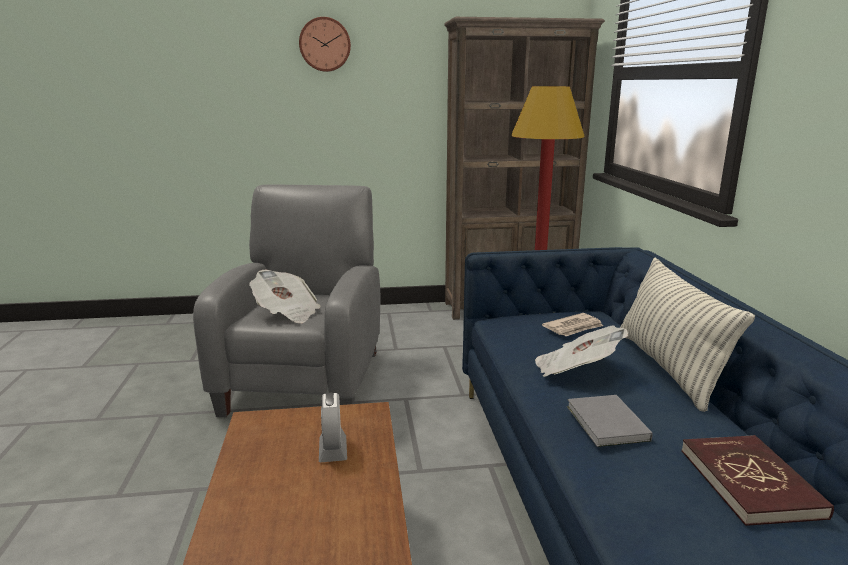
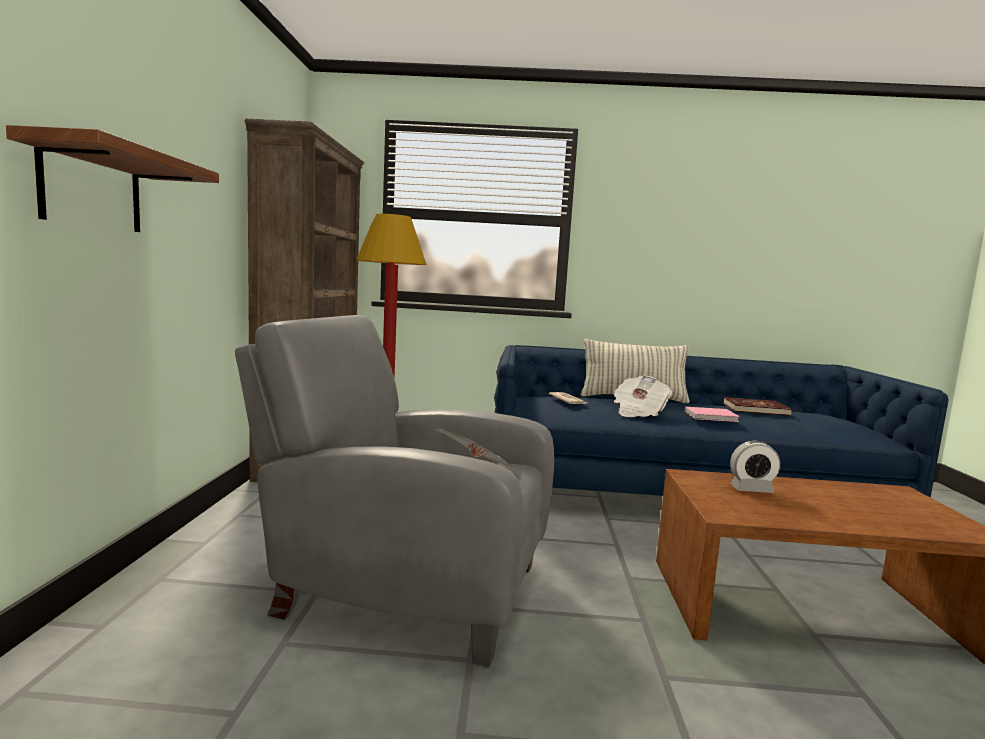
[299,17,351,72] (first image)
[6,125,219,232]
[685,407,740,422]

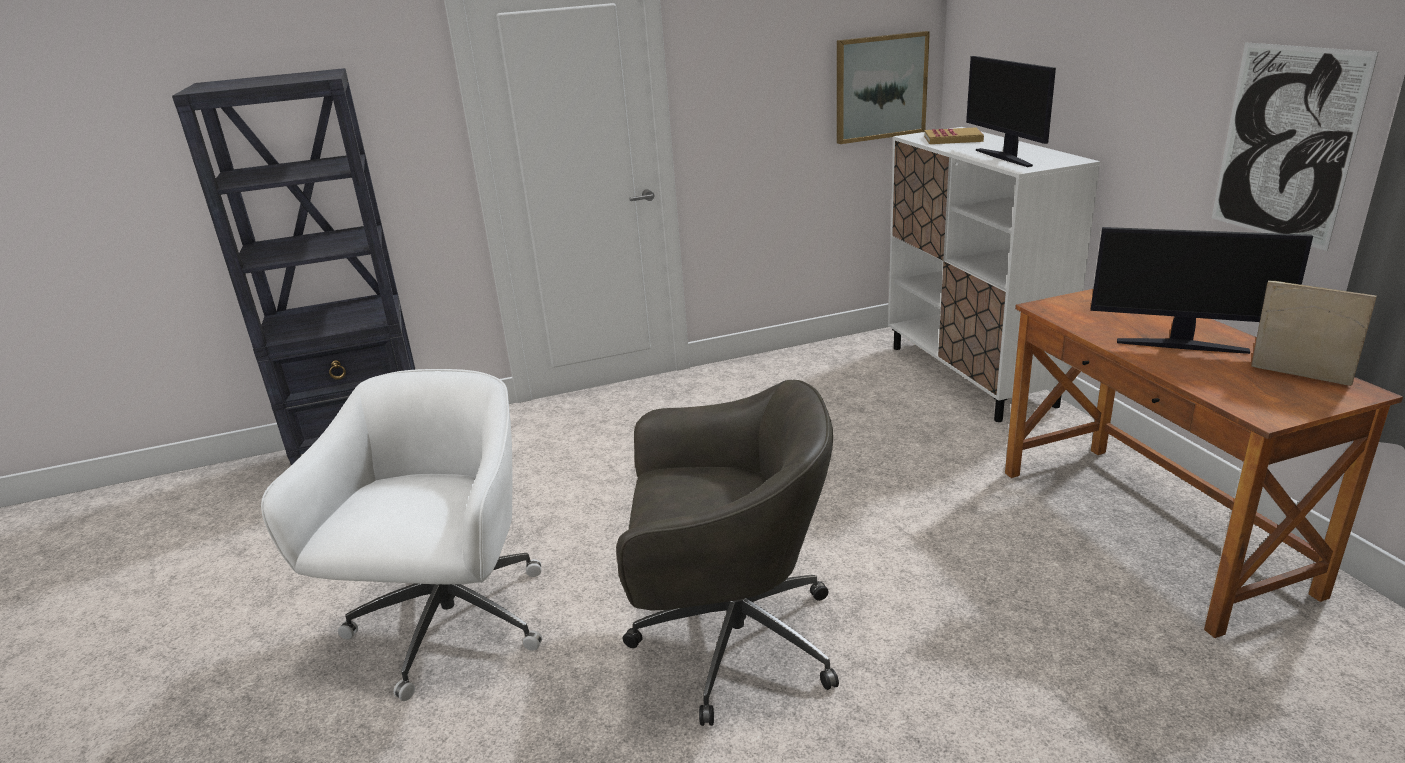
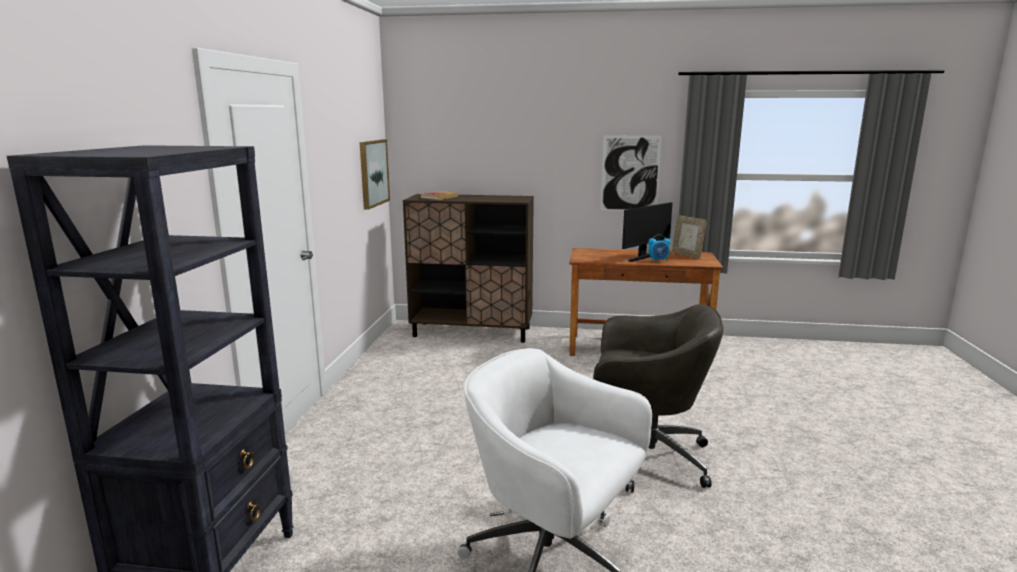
[966,56,1056,167] (first image)
[648,234,671,262]
[403,194,534,343]
[593,304,724,493]
[672,215,707,259]

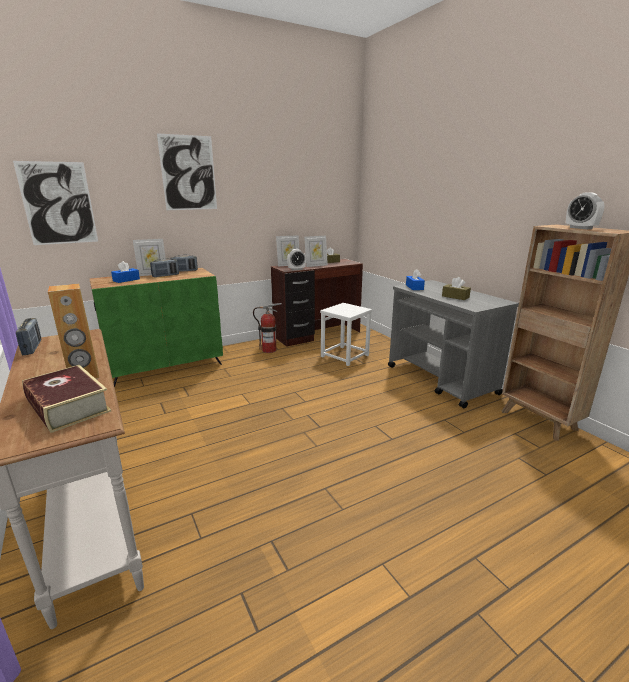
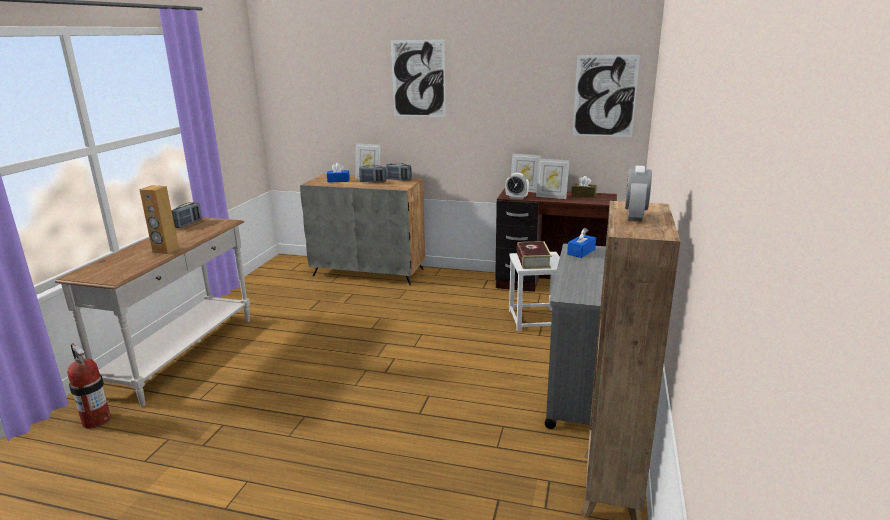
[442,277,471,300] (first image)
[573,55,640,137]
[517,241,552,269]
[67,343,111,429]
[300,174,426,285]

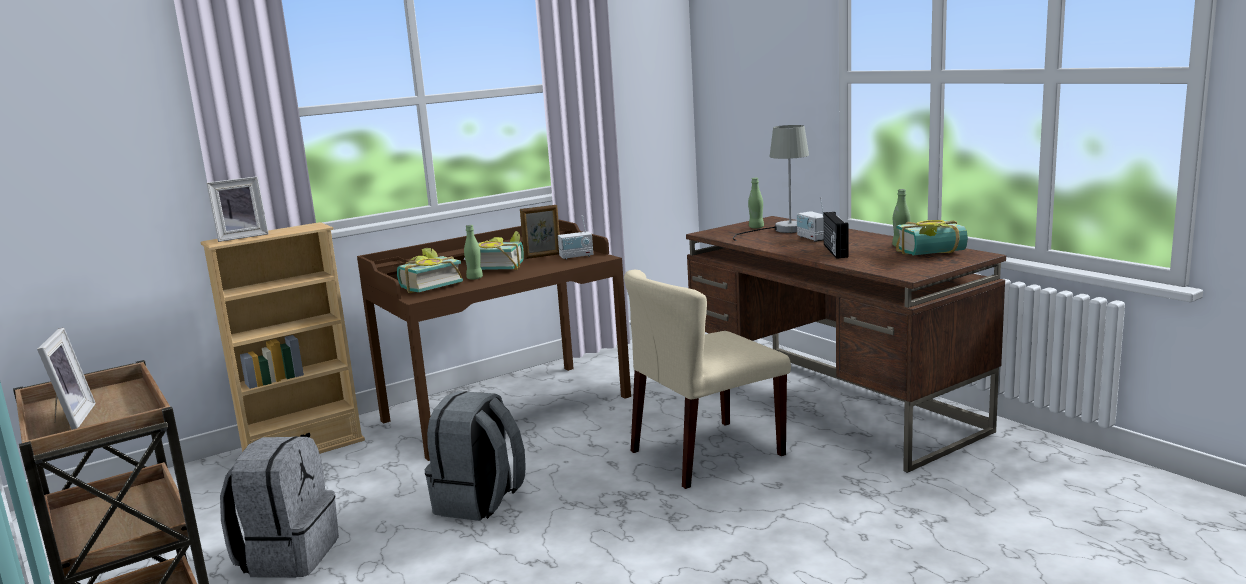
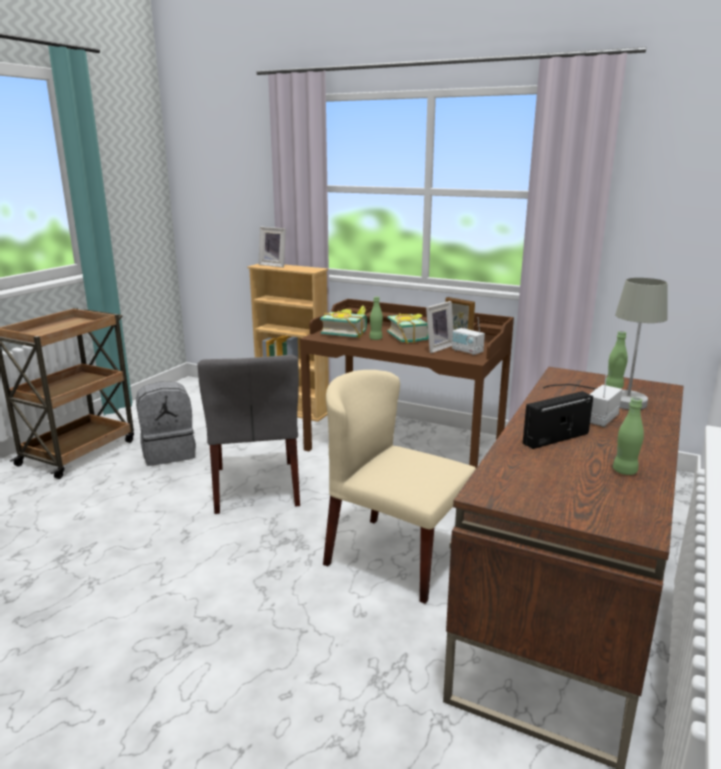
[896,220,968,255] (first image)
[426,301,454,353]
[197,355,300,514]

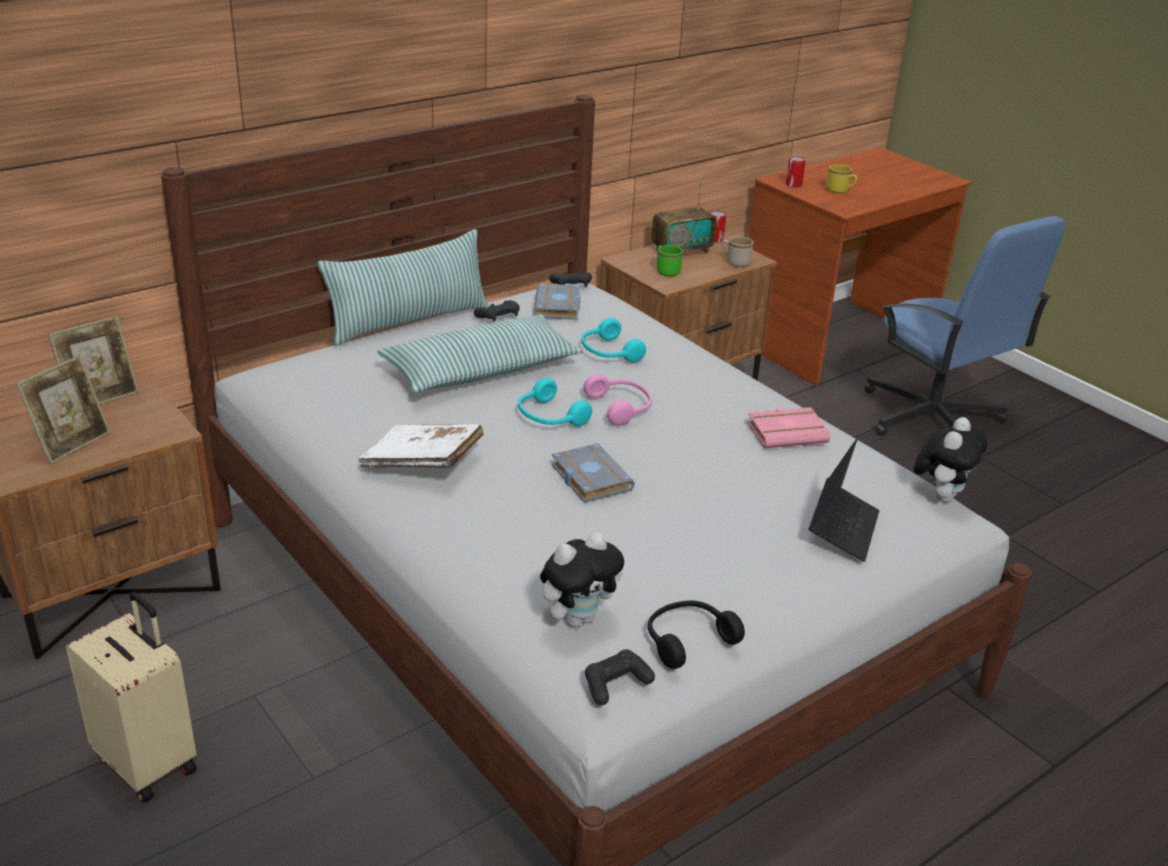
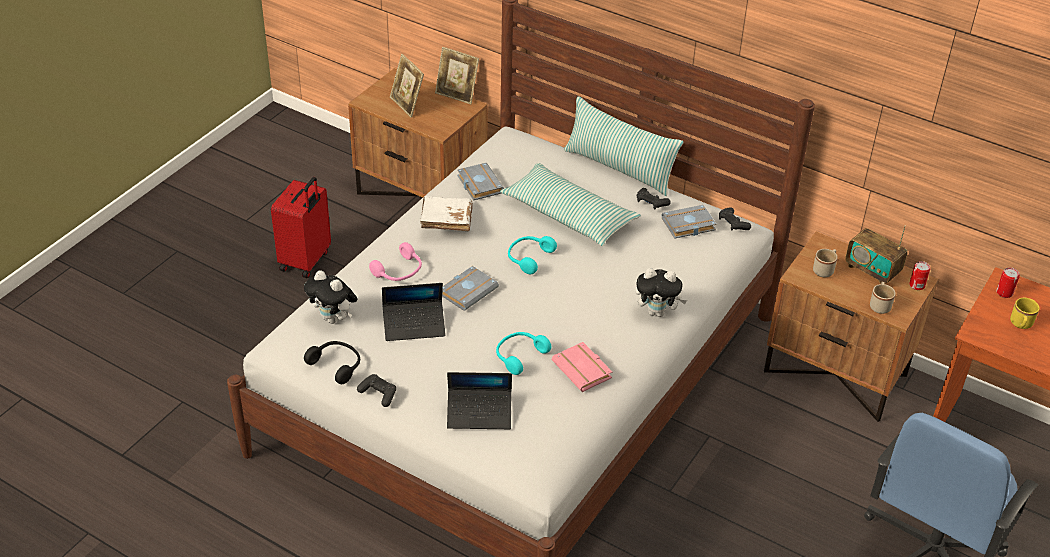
[382,283,446,341]
[457,163,504,201]
[496,332,551,375]
[369,242,422,281]
[357,374,396,407]
[635,268,687,317]
[271,177,331,278]
[813,249,838,277]
[390,54,424,117]

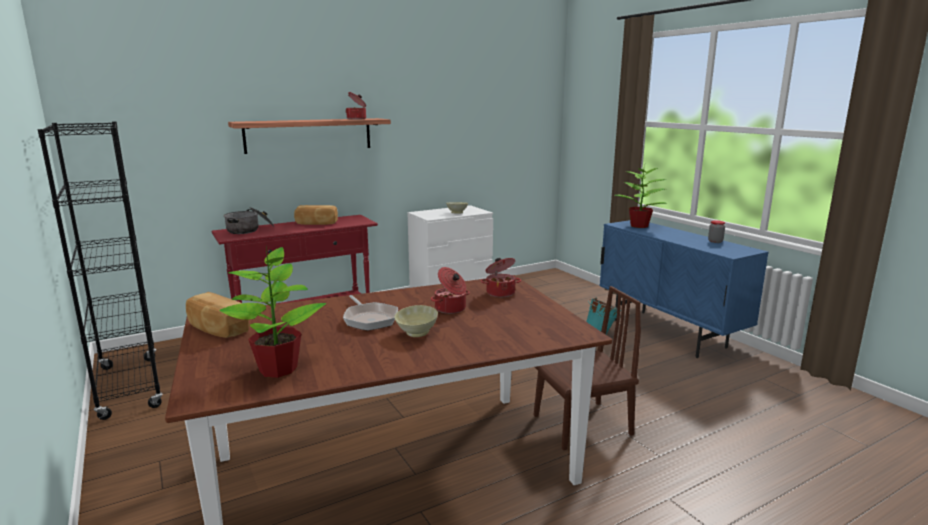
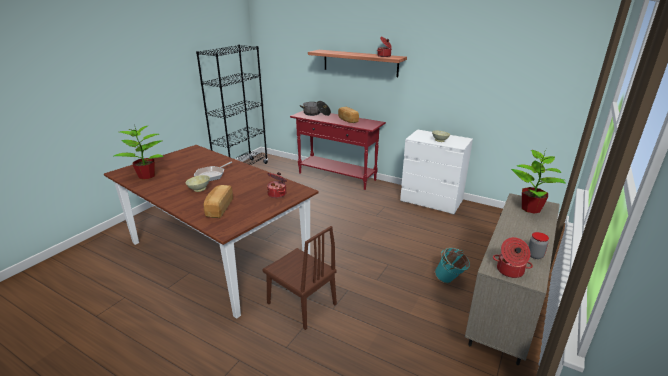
[203,185,233,218]
[493,237,533,278]
[465,193,560,365]

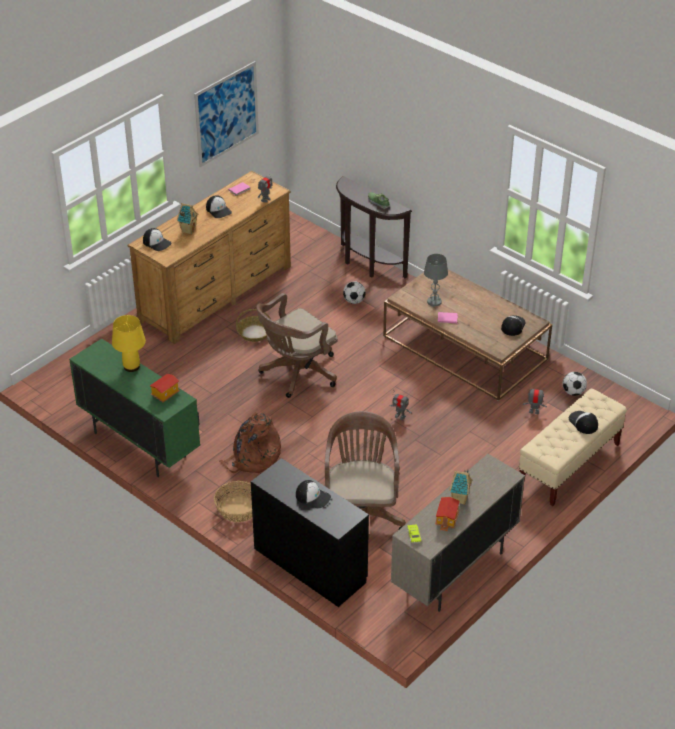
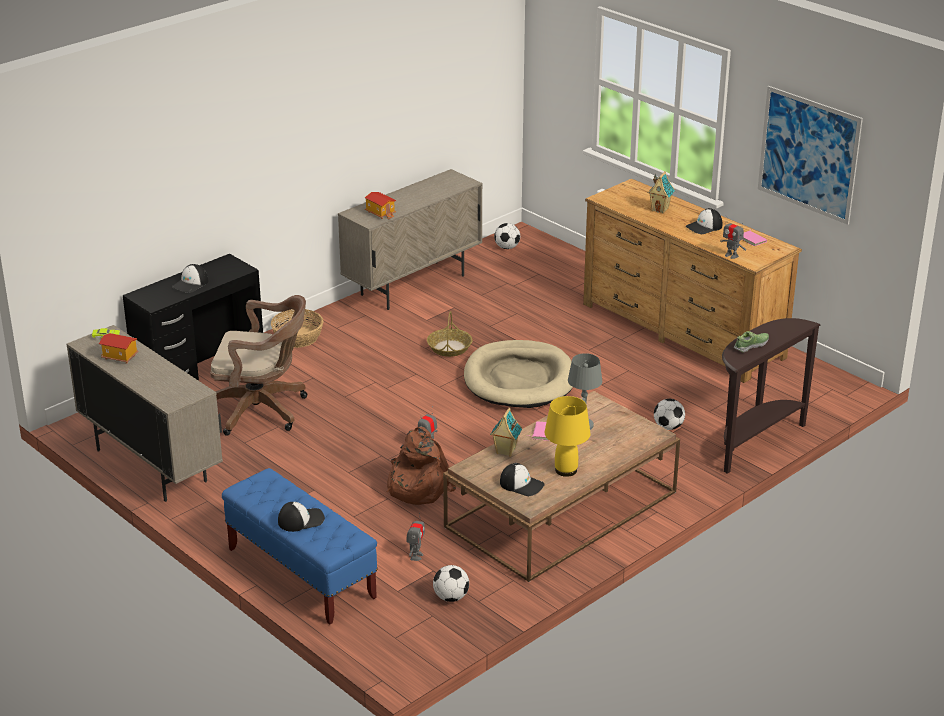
[143,228,172,251] (first image)
[494,223,520,249]
[545,396,590,477]
[387,427,456,505]
[427,311,473,357]
[490,407,522,457]
[464,340,573,408]
[338,169,483,310]
[222,468,378,625]

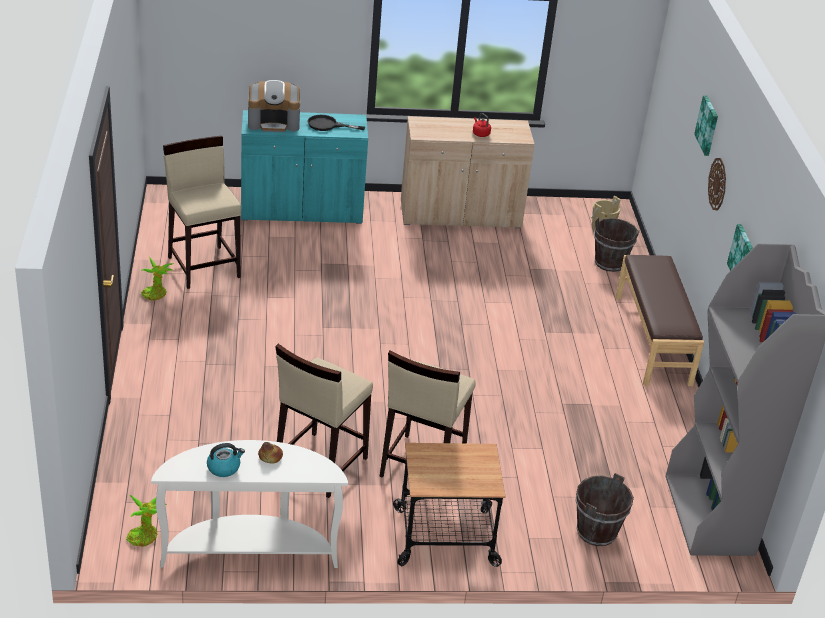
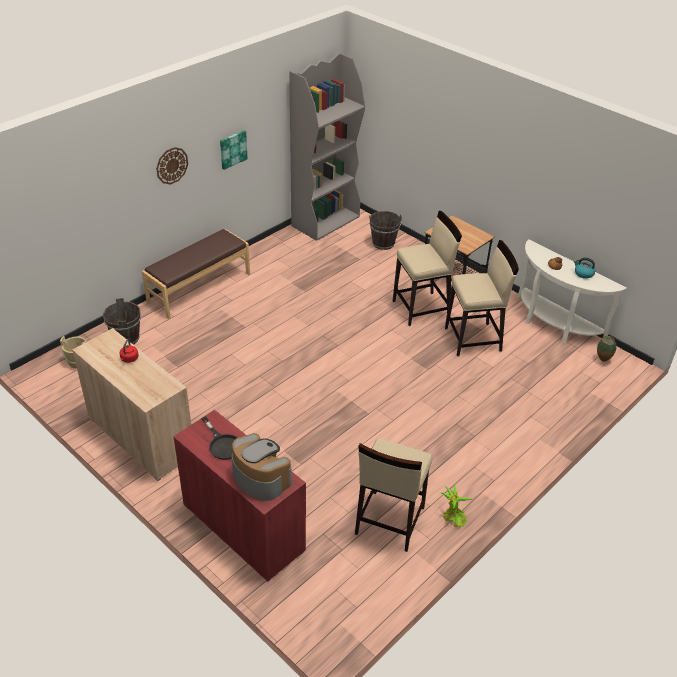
[694,95,718,156] (first image)
[597,336,617,362]
[173,410,306,582]

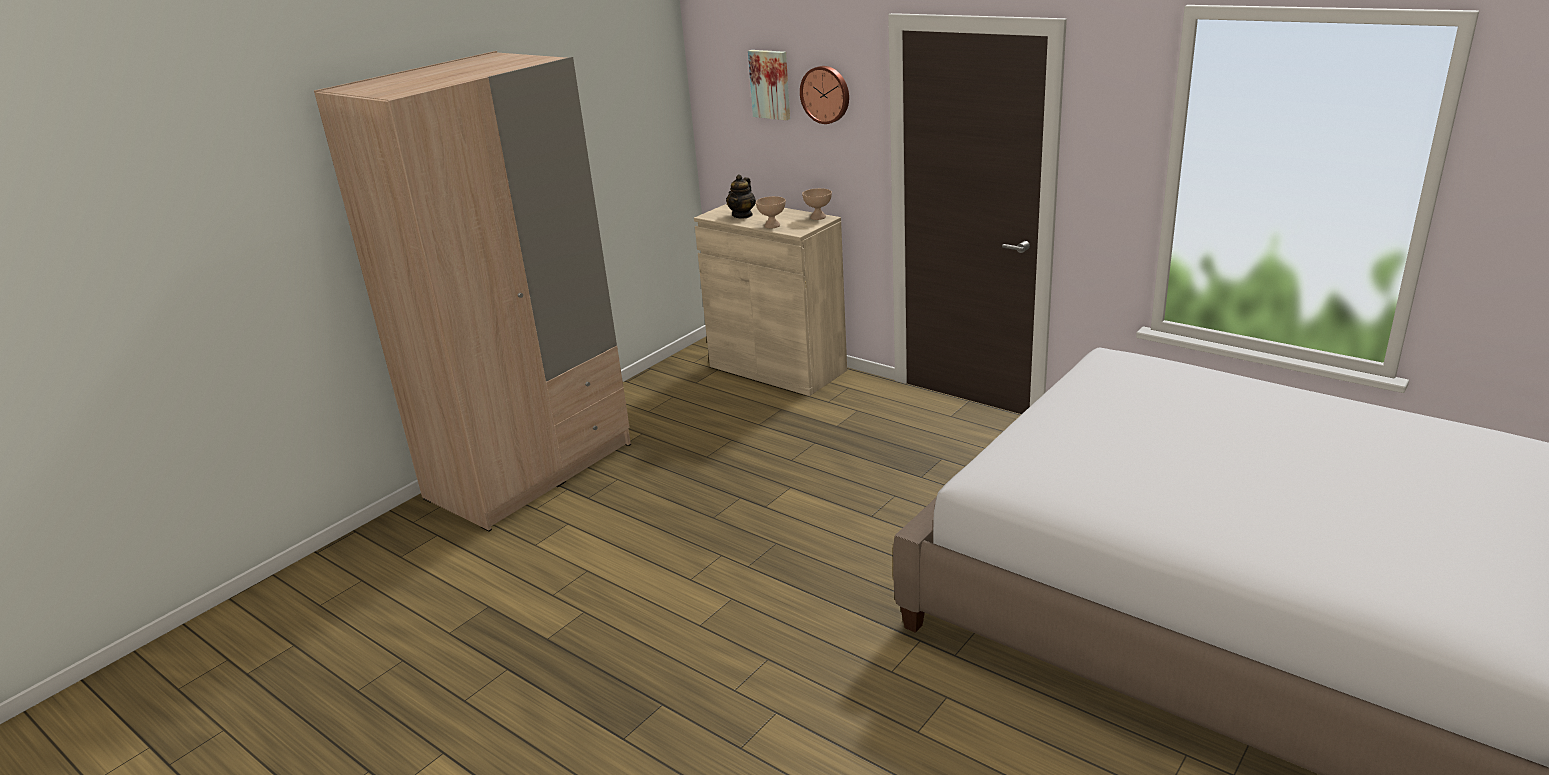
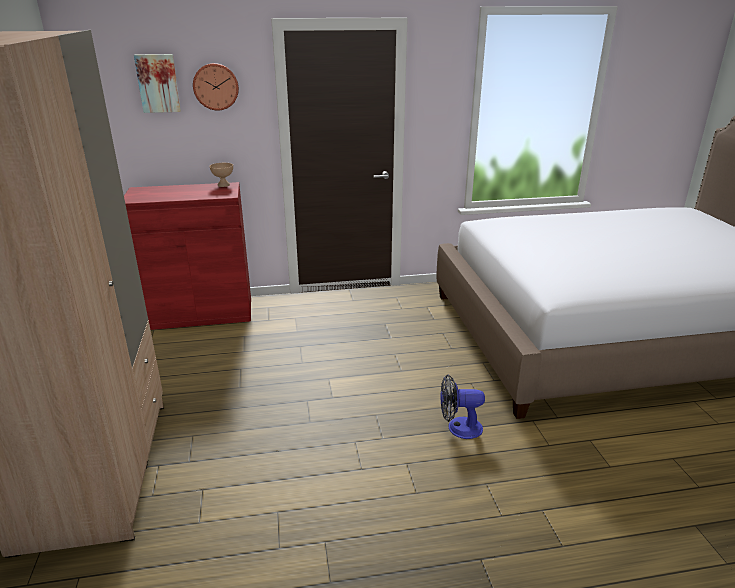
[726,174,756,219] (first image)
[756,196,786,228] (first image)
[440,374,485,439]
[124,182,251,330]

